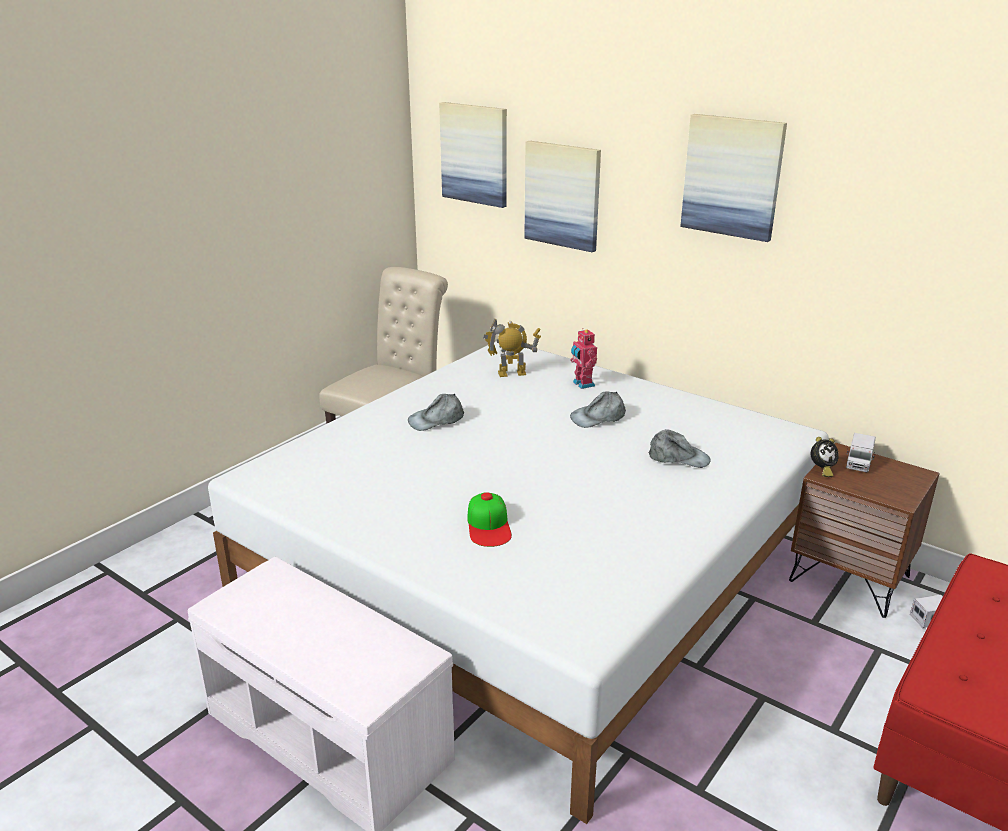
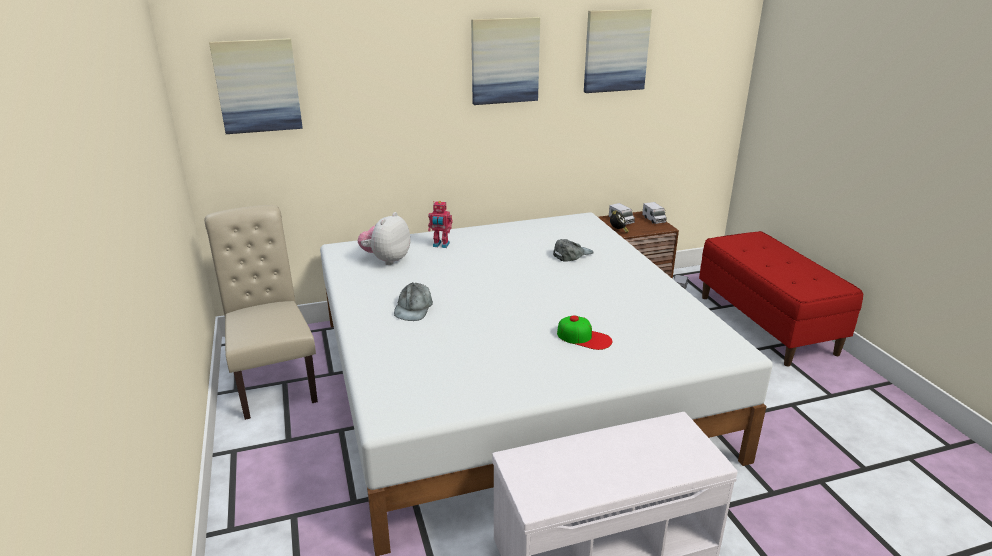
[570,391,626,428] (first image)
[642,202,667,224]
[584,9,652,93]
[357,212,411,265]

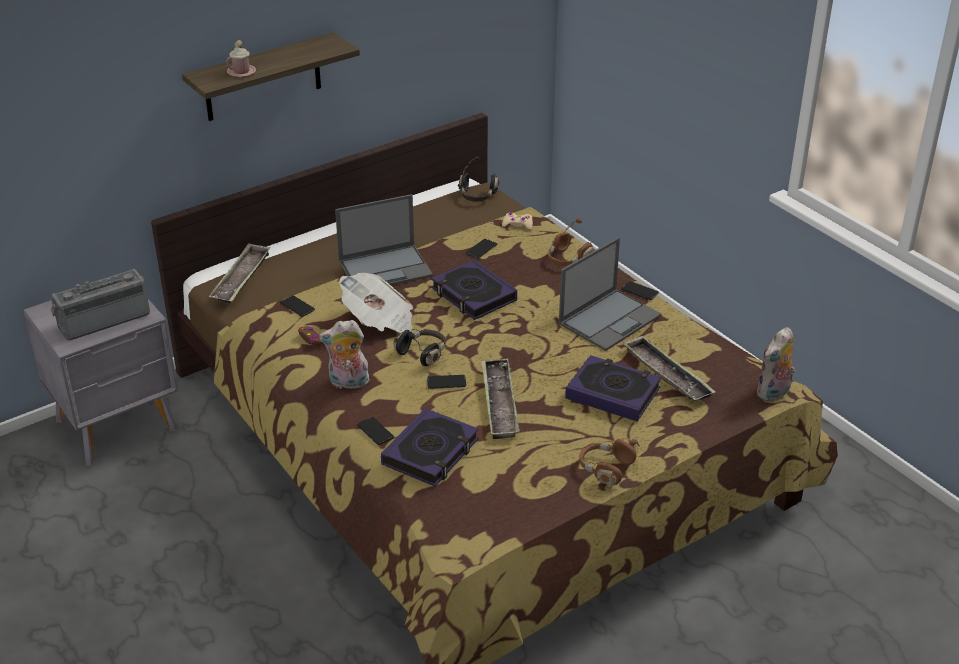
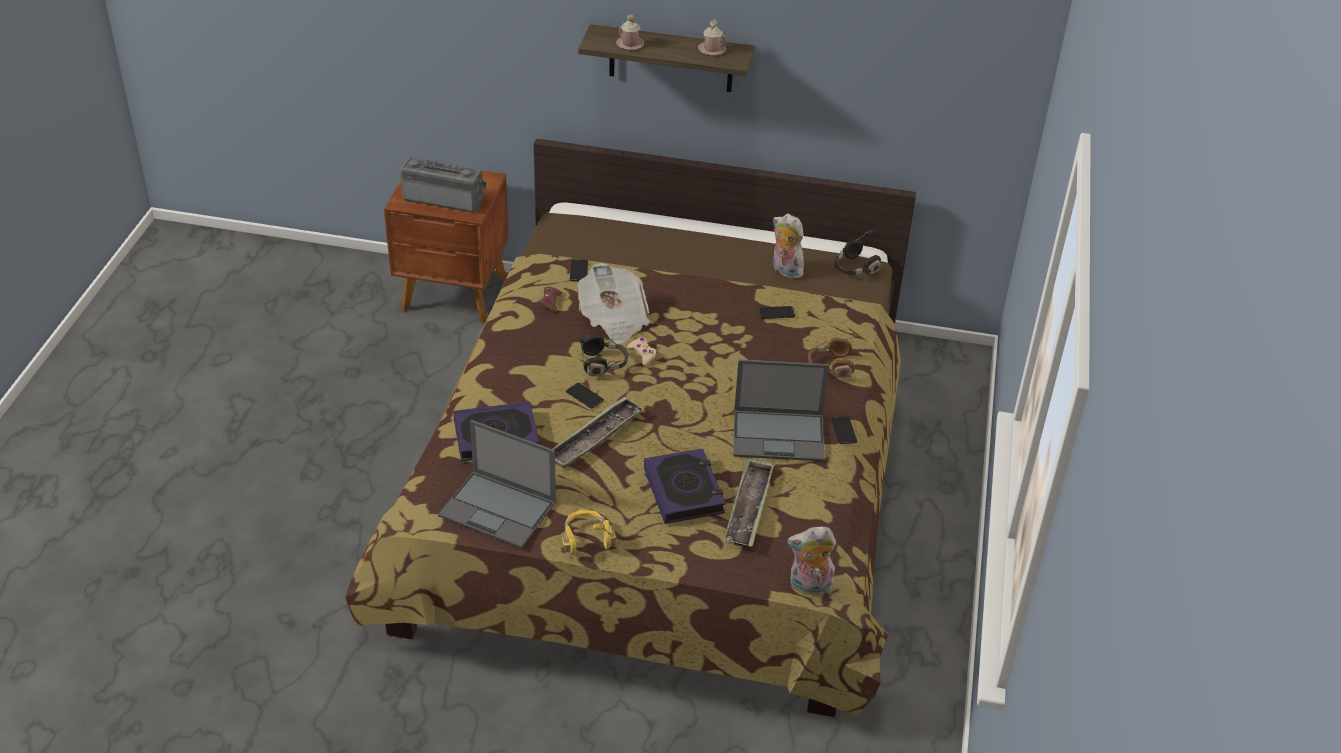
[209,243,270,304] (first image)
[357,417,394,445] (first image)
[431,260,517,320] (first image)
[698,19,726,56]
[773,214,804,279]
[438,420,556,549]
[627,337,657,366]
[384,171,509,324]
[560,509,617,554]

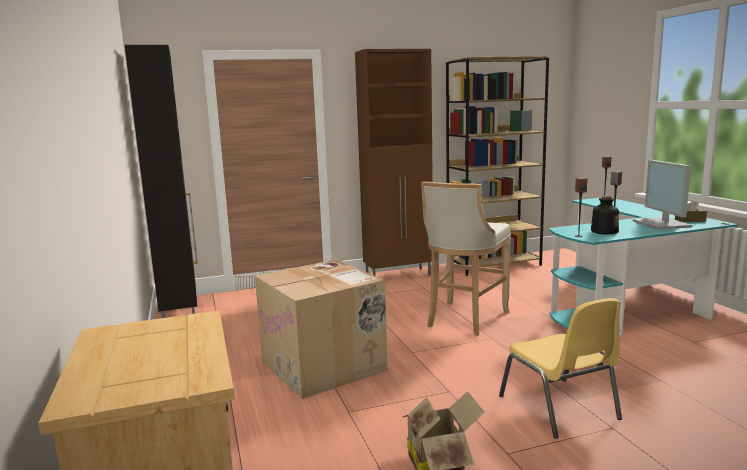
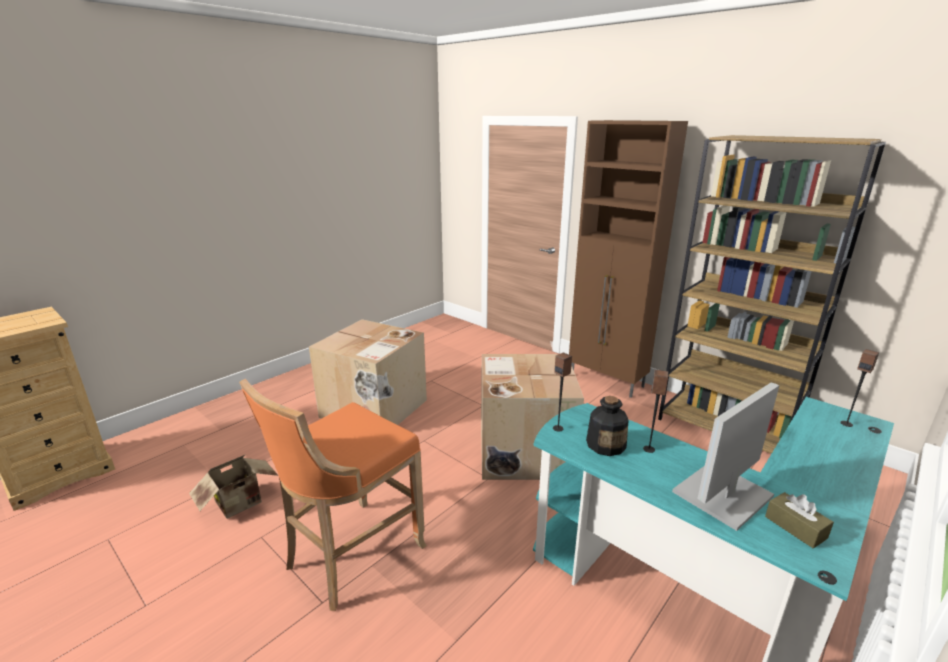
[125,45,198,318] (first image)
[481,354,584,480]
[239,379,427,611]

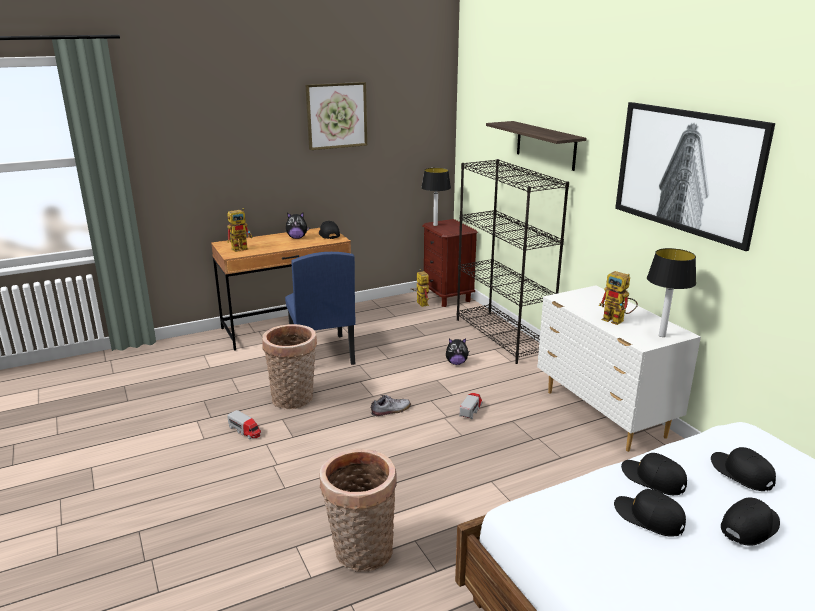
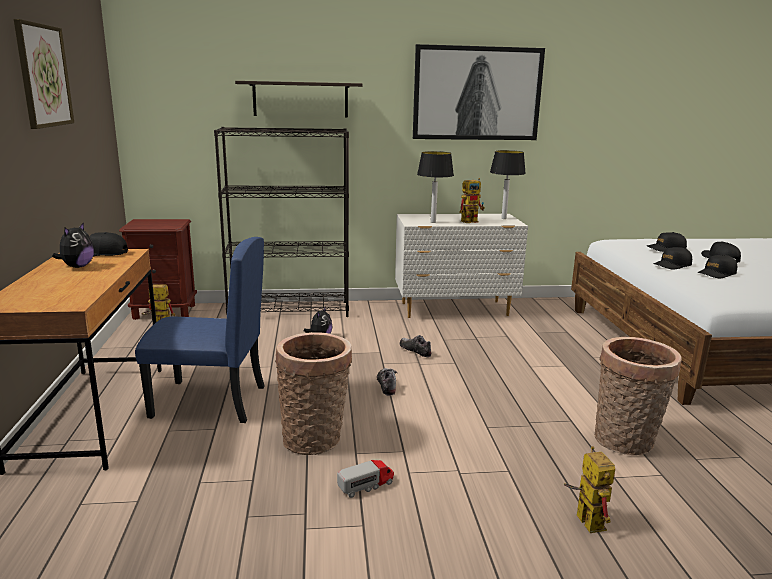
[564,446,615,533]
[417,151,454,223]
[400,335,431,357]

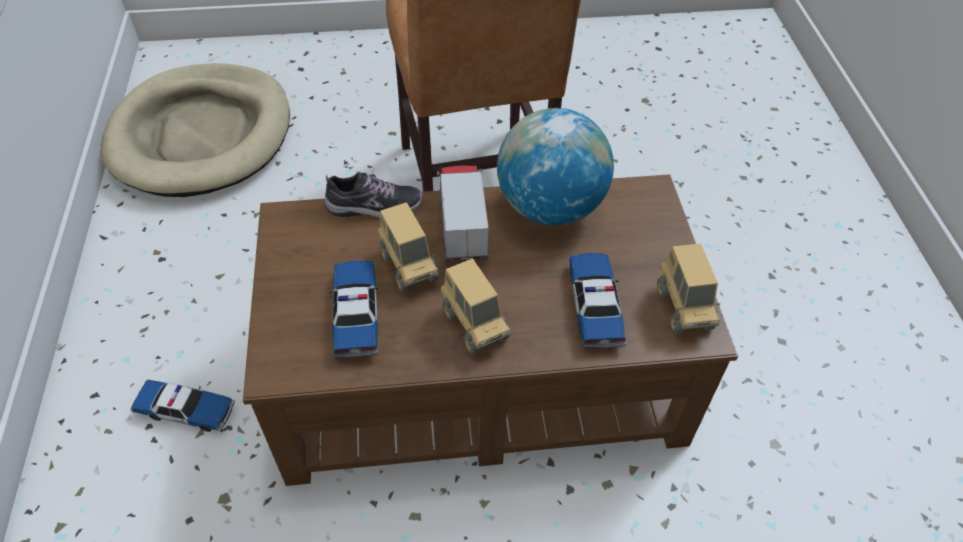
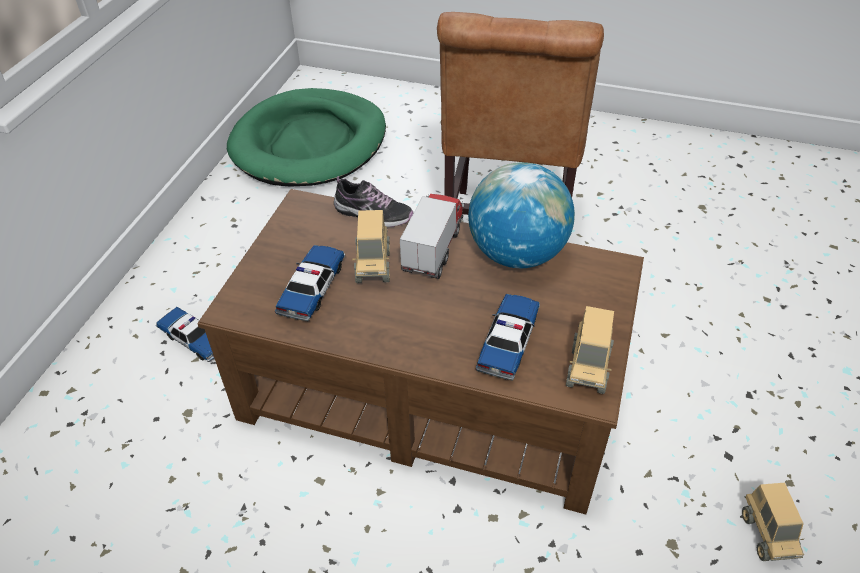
[742,483,804,561]
[227,88,386,187]

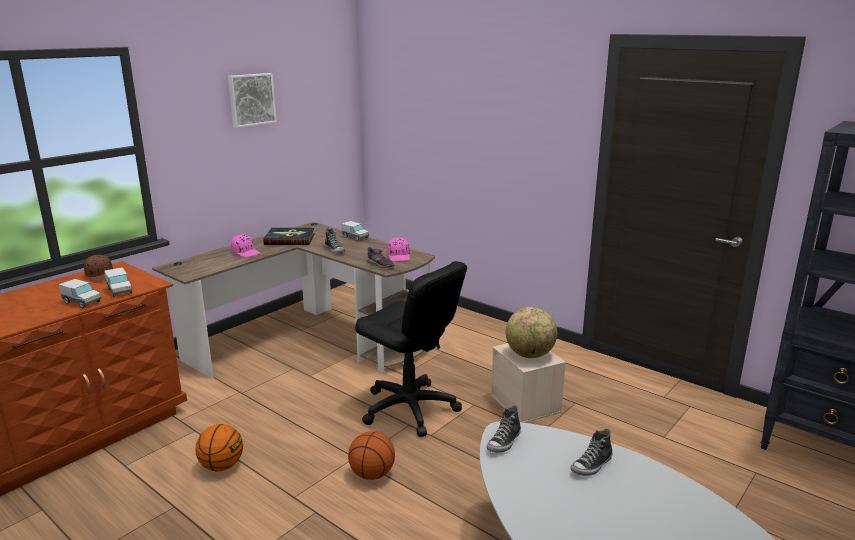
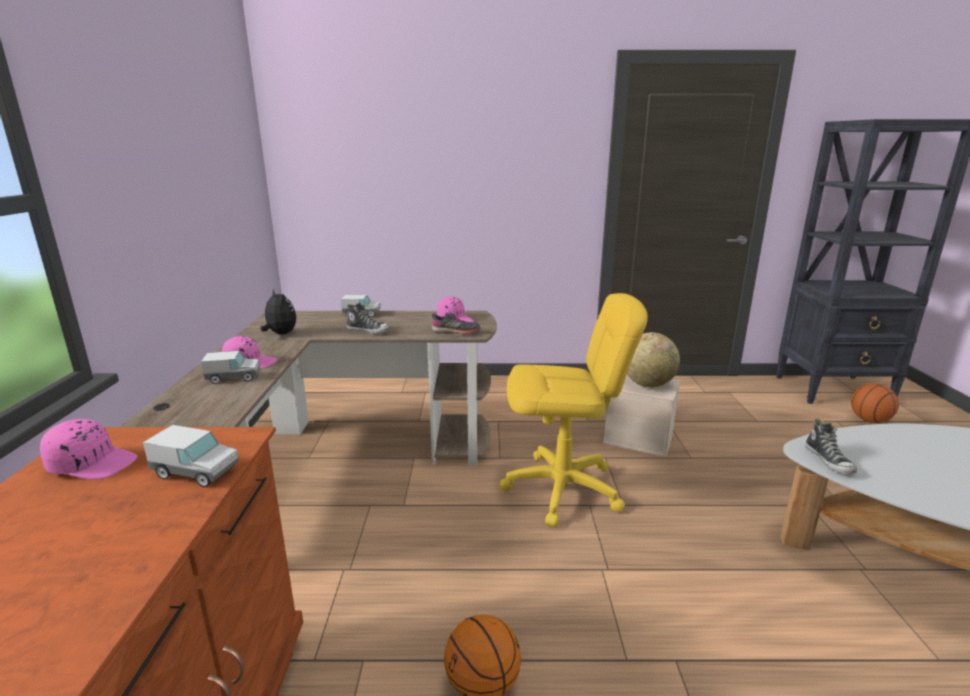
[228,73,277,128] (first image)
[571,429,613,476] (first image)
[201,351,260,384]
[851,384,899,423]
[260,289,296,334]
[40,419,138,480]
[500,293,648,527]

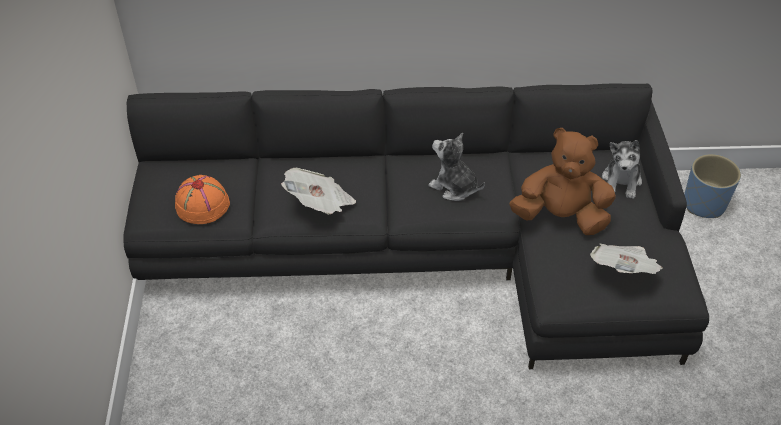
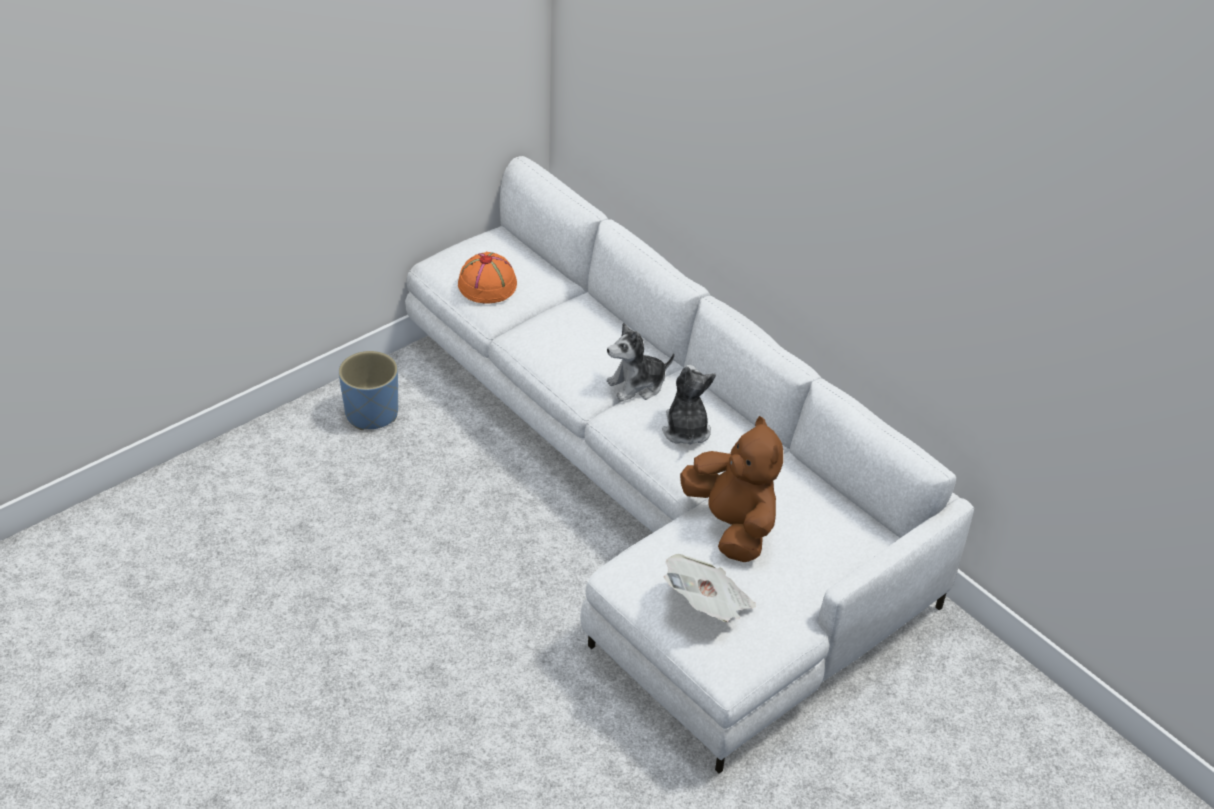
[281,167,356,214] (first image)
[607,323,675,402]
[339,351,398,430]
[405,156,974,774]

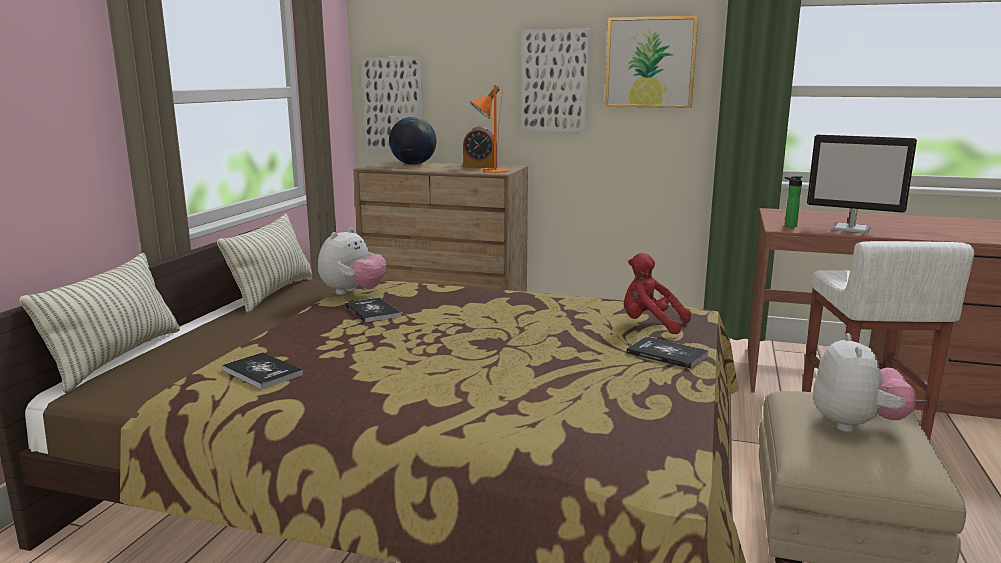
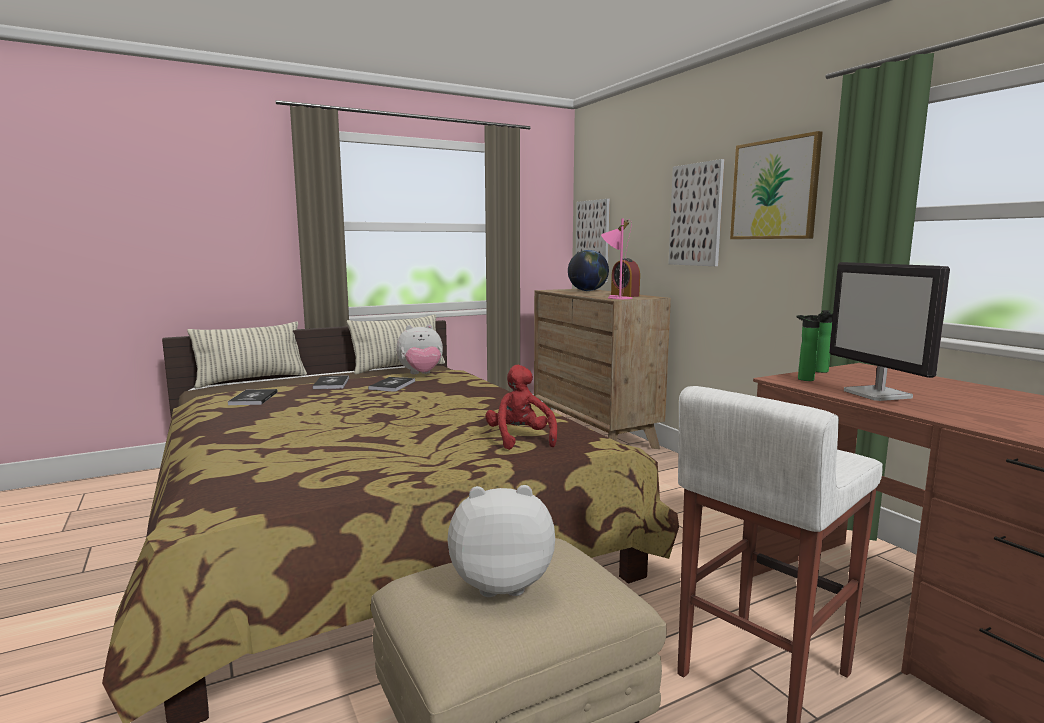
[815,310,833,373]
[312,375,349,389]
[601,218,633,299]
[447,485,555,597]

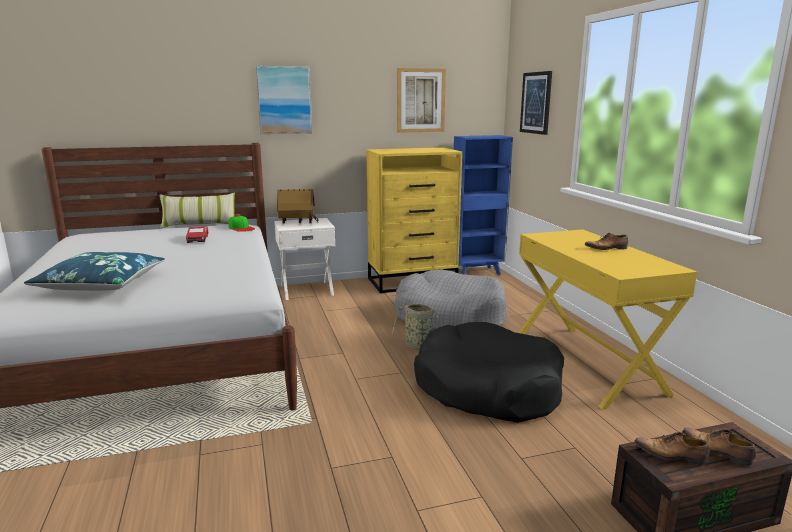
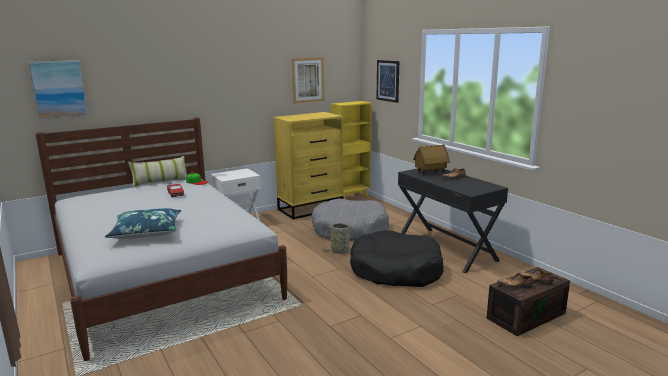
[28,60,88,119]
[413,145,450,174]
[331,101,371,199]
[398,168,508,273]

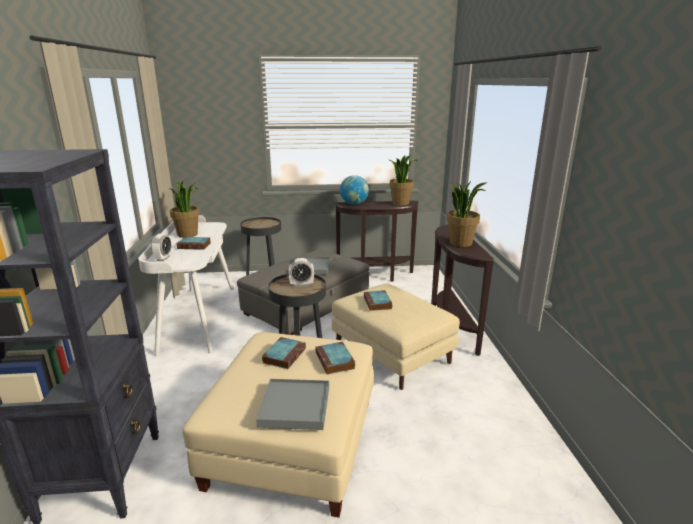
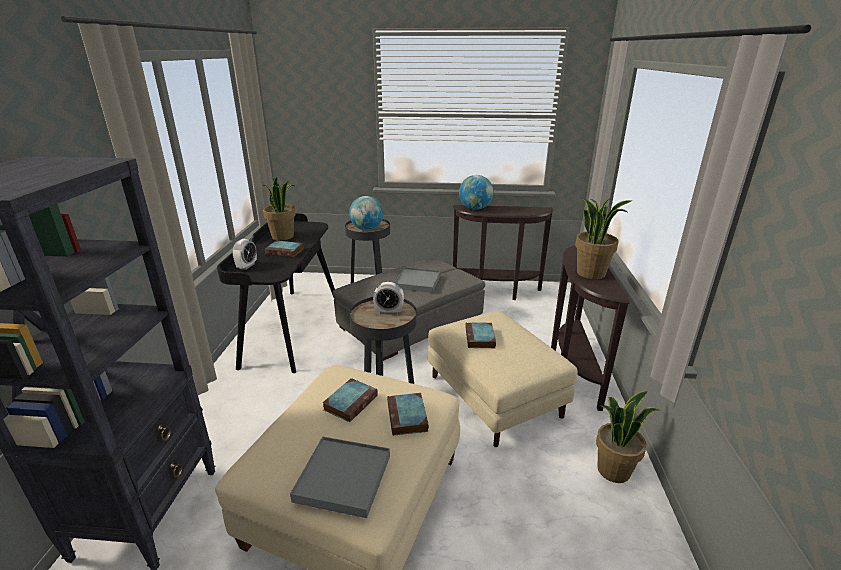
[349,196,383,230]
[596,391,659,483]
[217,213,335,373]

